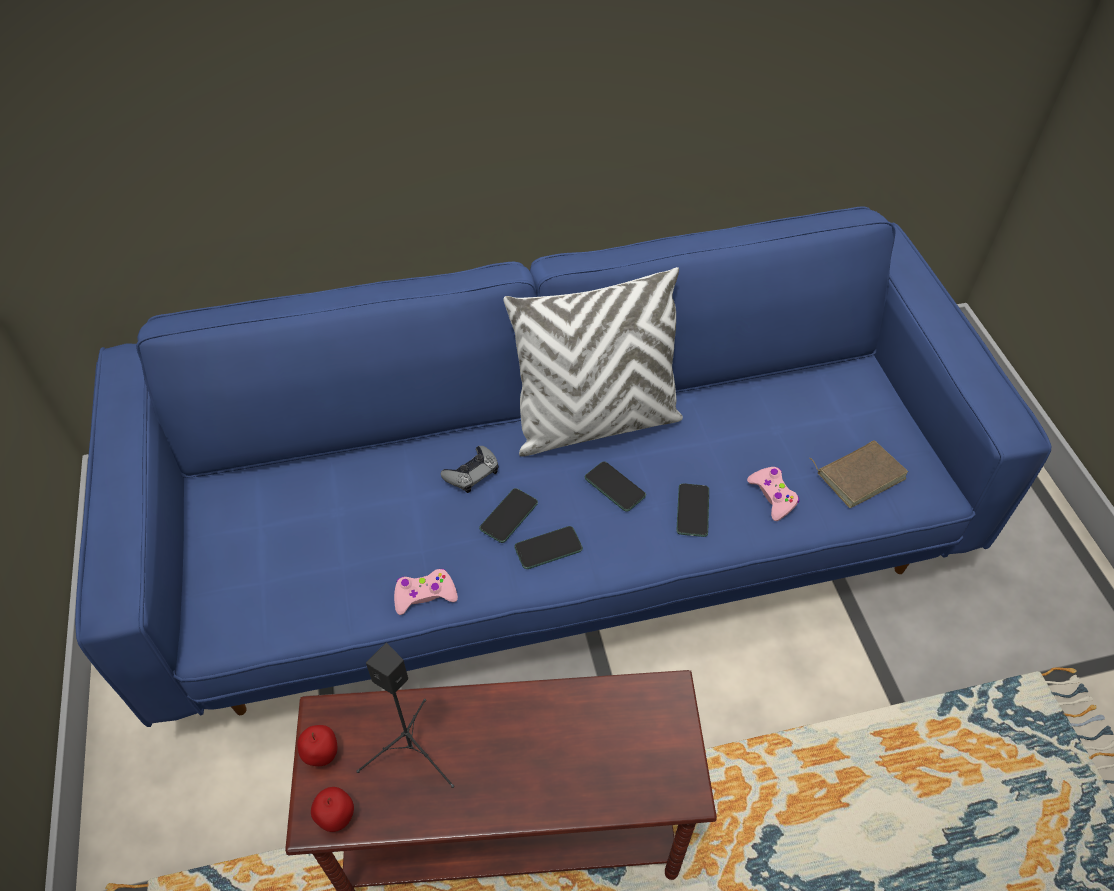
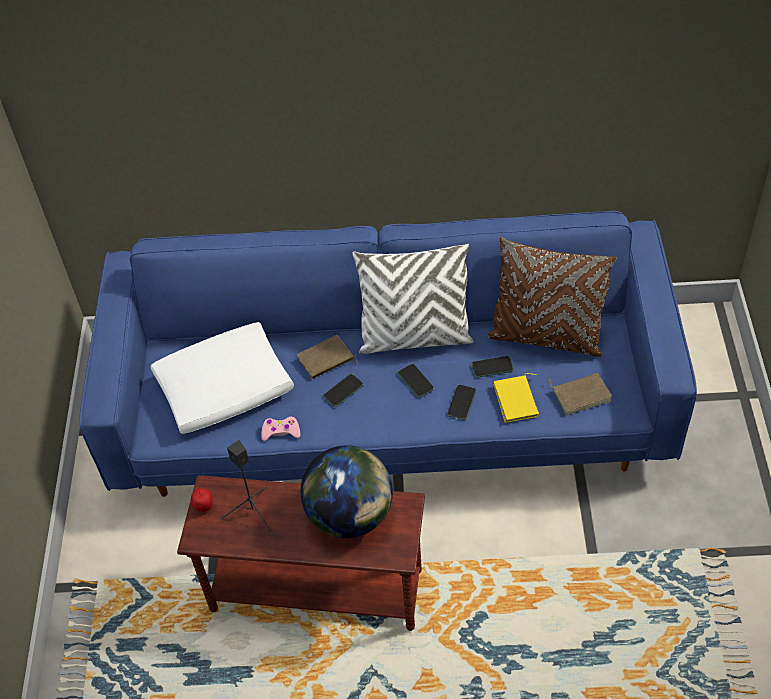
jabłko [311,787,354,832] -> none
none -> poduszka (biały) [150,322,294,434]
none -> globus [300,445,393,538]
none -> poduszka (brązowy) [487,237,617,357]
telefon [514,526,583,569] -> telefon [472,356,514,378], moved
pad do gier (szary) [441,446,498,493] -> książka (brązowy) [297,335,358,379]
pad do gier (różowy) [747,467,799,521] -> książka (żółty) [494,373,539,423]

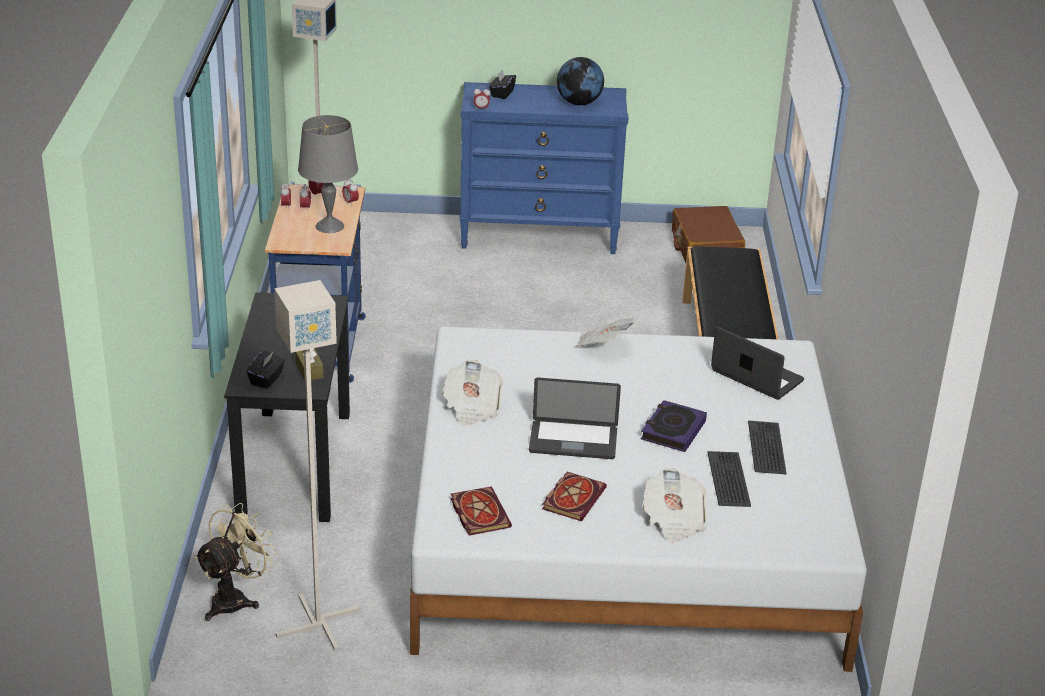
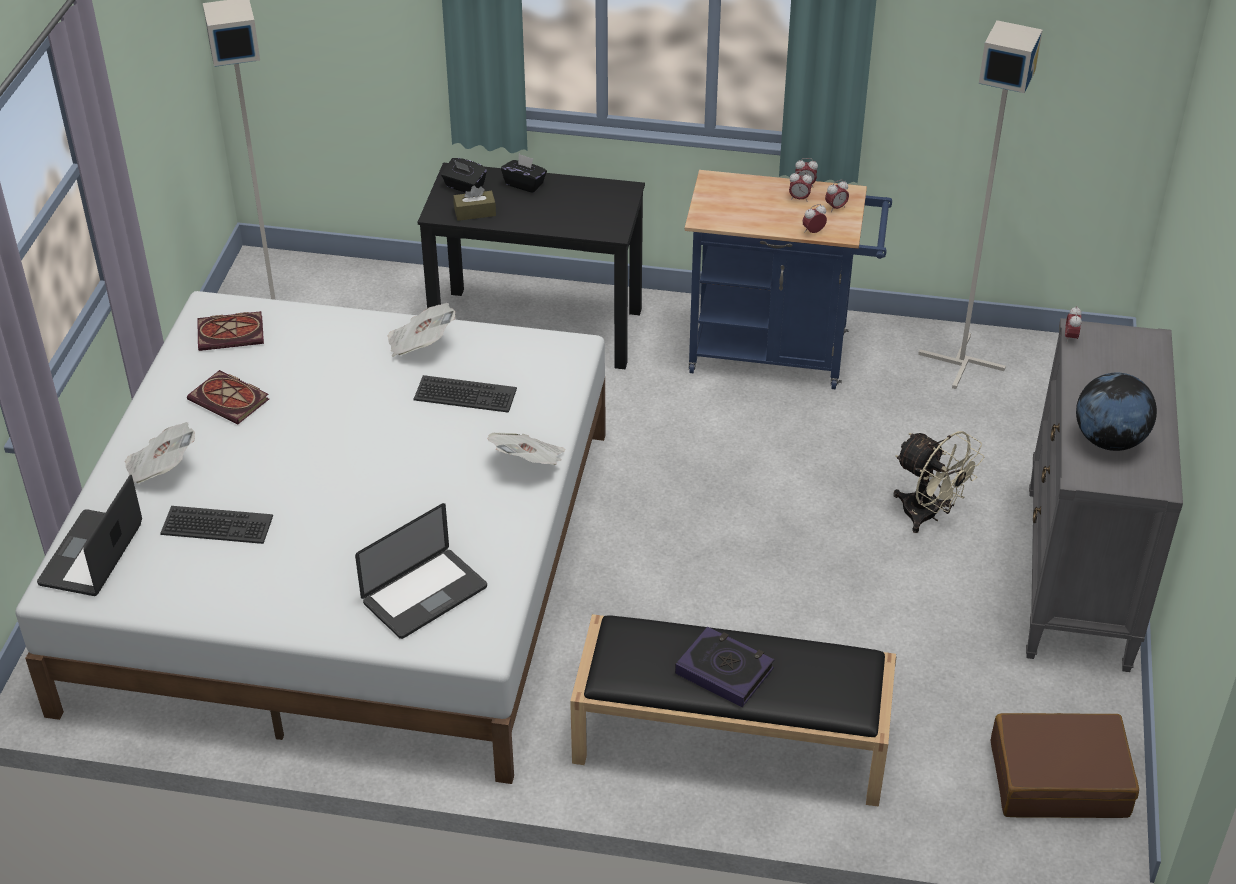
lampa stołowa (szary) [298,115,358,233] -> none
wentylator (beżowy) [194,503,278,621] -> wentylator (beżowy) [893,431,984,533], moved
pudełko chusteczek (czarny) [489,69,516,99] -> pudełko chusteczek (czarny) [501,154,547,193], moved
laptop [529,378,621,459] -> laptop [37,474,142,596], moved
książka [641,400,707,452] -> książka [675,626,775,707], moved
klawiatura [748,421,786,474] -> klawiatura [413,375,517,413], moved
komoda (niebieski) [459,82,628,254] -> komoda (szary) [1026,318,1183,672]

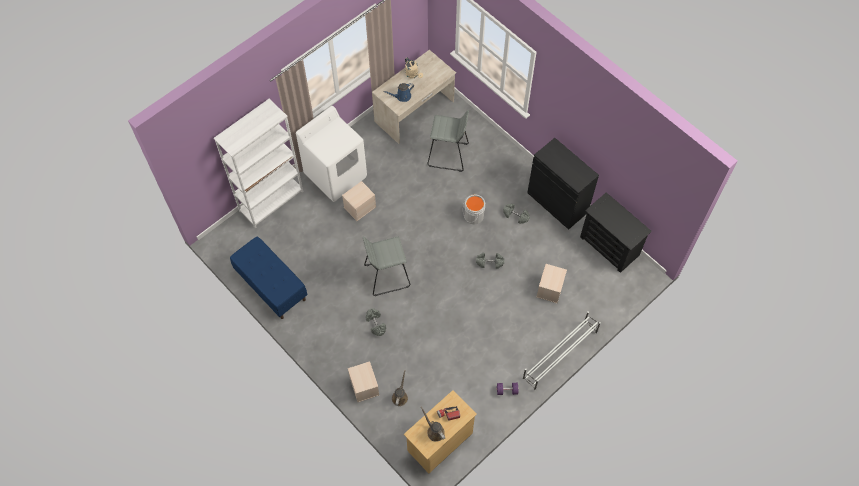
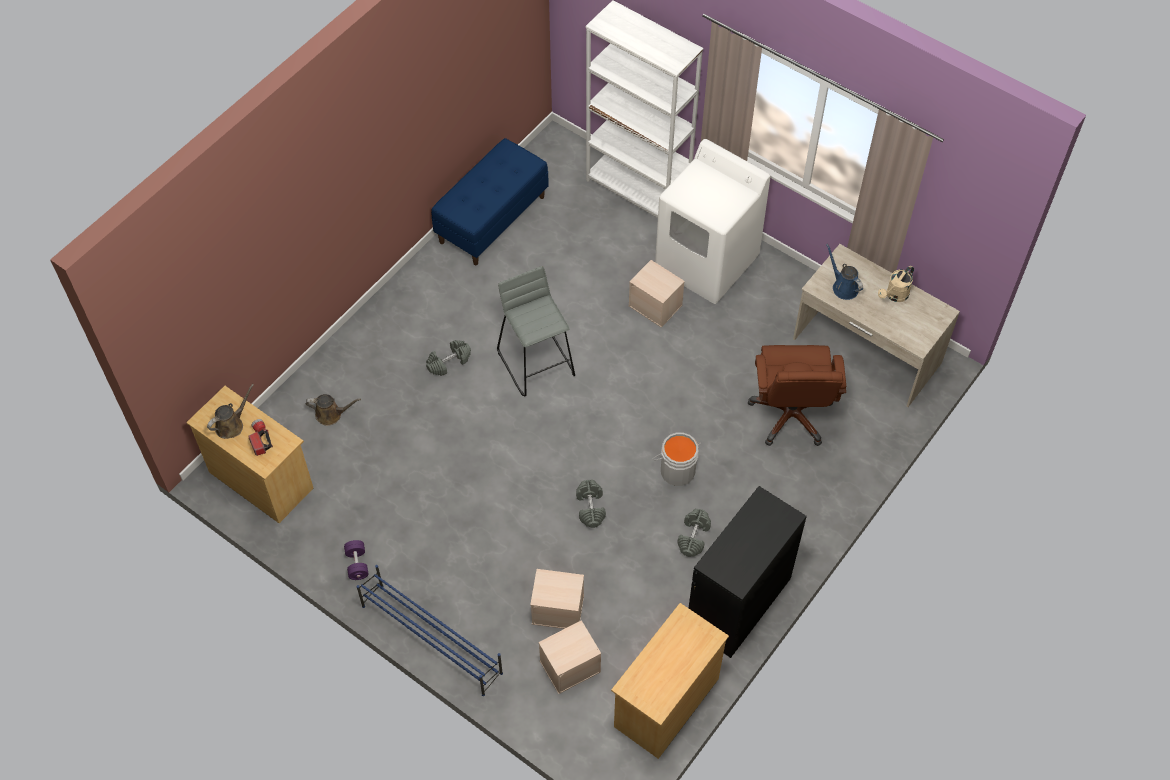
pojemnik do przechowywania (beżowy) [348,361,379,402] -> pojemnik do przechowywania (beżowy) [538,620,601,694], moved
stołek (szary) [427,110,469,172] -> krzesło biurowe (brązowy) [748,345,846,446]
regał na buty (biały) [523,311,601,391] -> regał na buty (niebieski) [357,565,503,696]
komoda (czarny) [580,192,652,273] -> komoda (beżowy) [611,603,729,759]

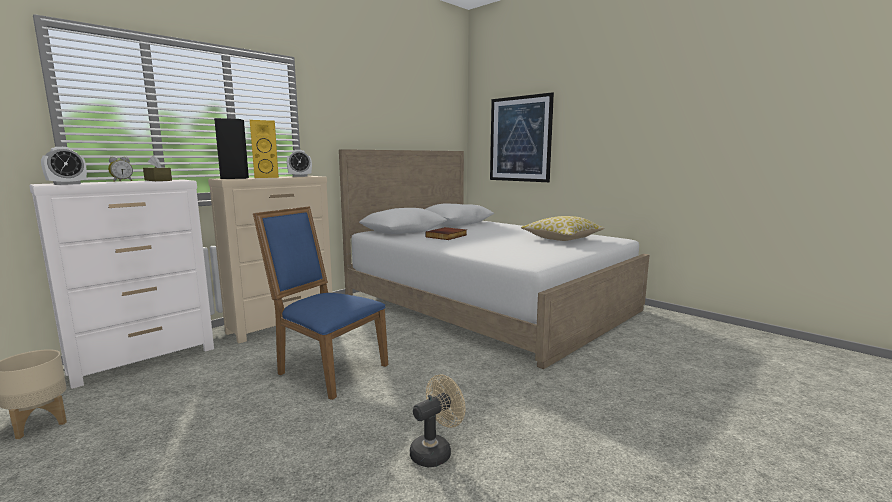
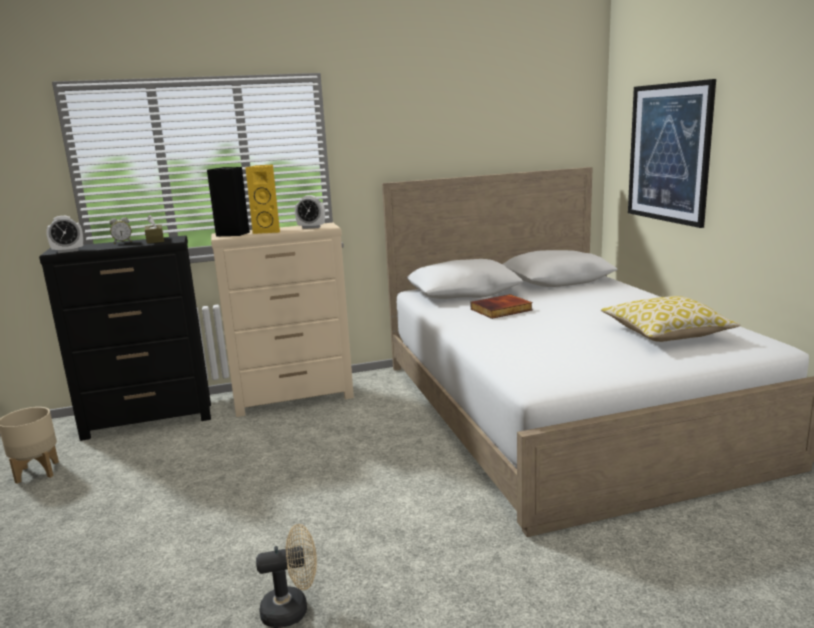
krzesło (niebieski) [253,206,388,400] -> none
komoda (biały) [29,180,214,389] -> komoda (czarny) [39,235,211,441]

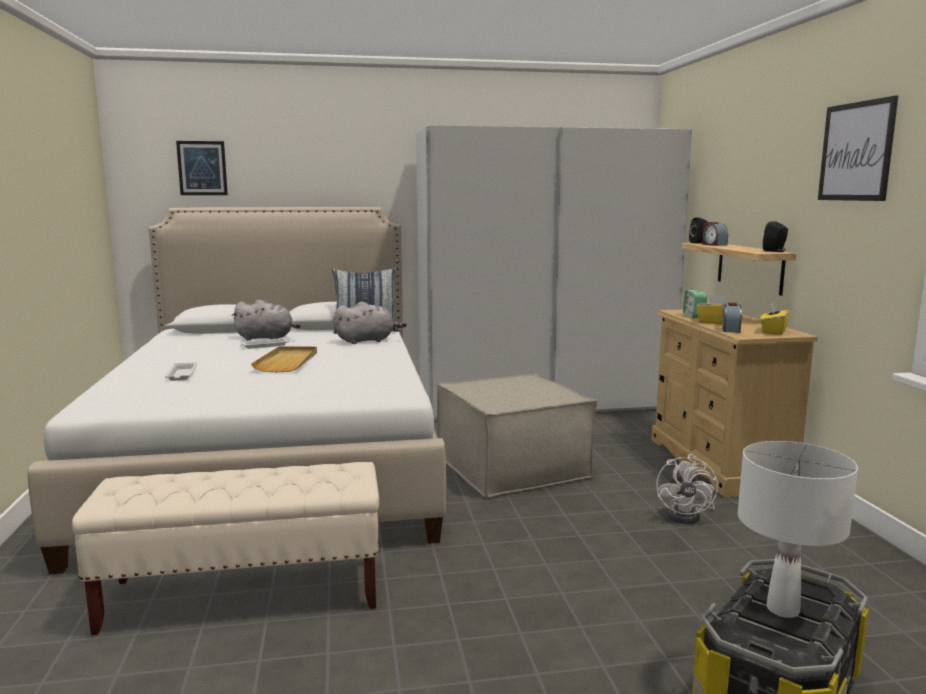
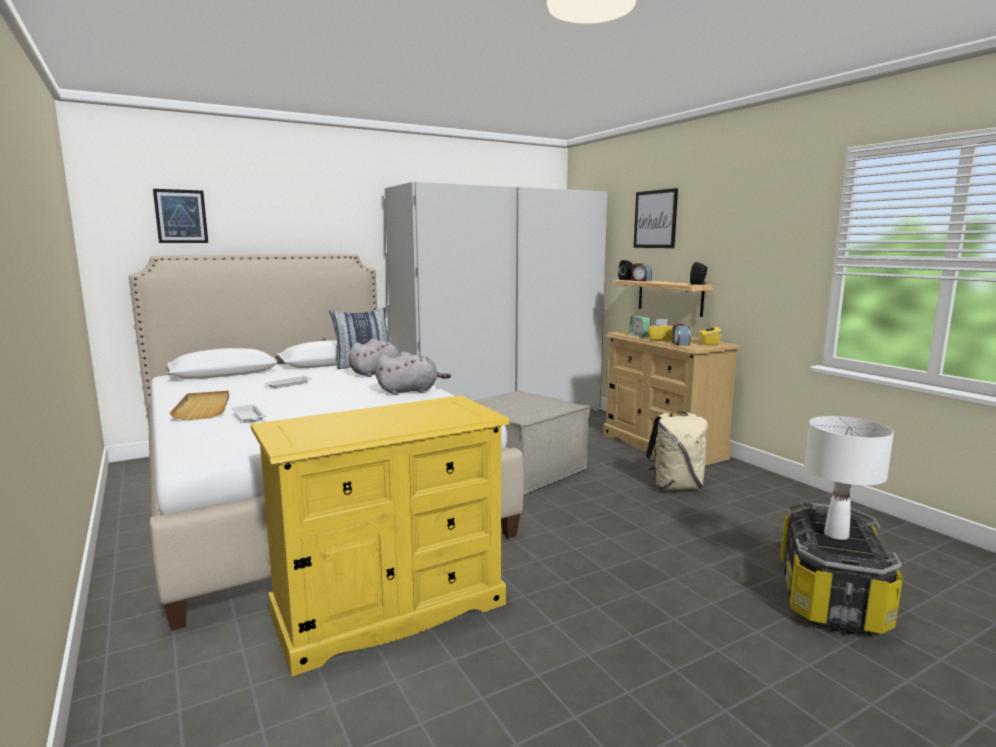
pluszak (szary) [231,300,301,340] -> pluszak (szary) [375,352,451,395], moved
taca (beżowy) [251,347,317,372] -> taca (beżowy) [170,391,229,420], moved
obraz [818,96,898,201] -> obraz [634,188,678,248], moved
ławka (beżowy) [72,462,379,635] -> komoda (żółty) [251,395,510,677]
wentylator (biały) [656,454,718,524] -> plecak (beżowy) [645,411,708,490]

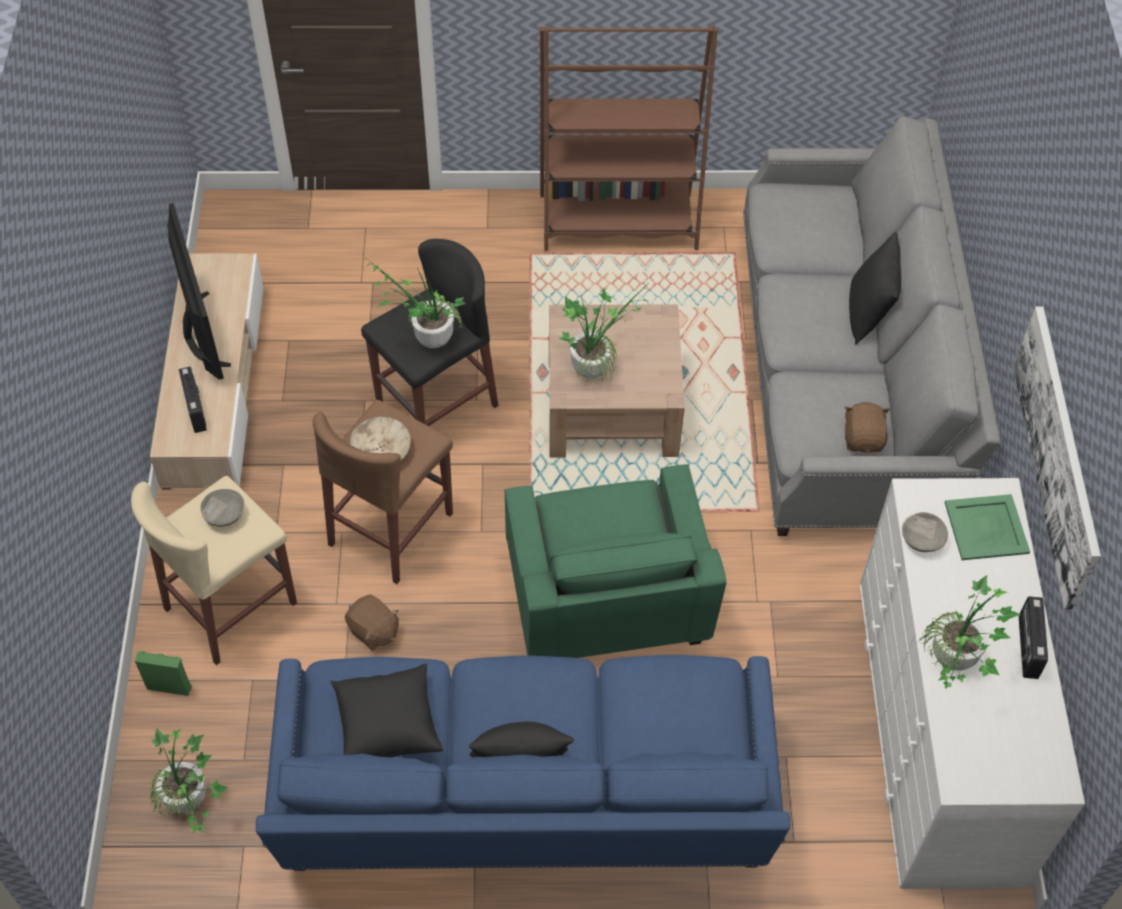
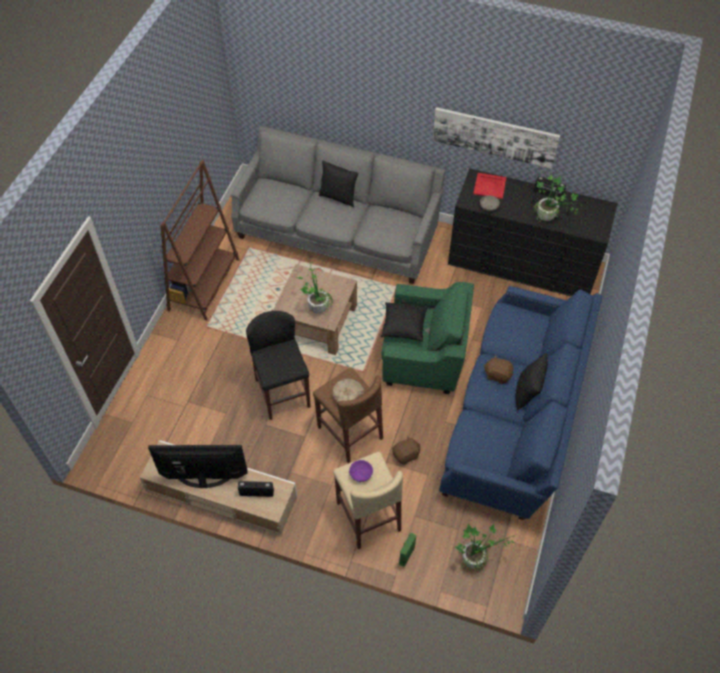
roślina doniczkowa [363,256,466,348] -> none
poduszka (czarny) [330,664,443,757] -> poduszka (czarny) [380,302,428,342], moved
pluszak (brązowy) [844,402,890,453] -> pluszak (brązowy) [483,355,514,384], moved
miska (szary) [200,489,244,527] -> miska (fioletowy) [349,460,373,482]
komoda (biały) [860,478,1085,889] -> komoda (czarny) [448,169,618,296]
taca (zielony) [945,494,1030,560] -> taca (czerwony) [473,173,507,199]

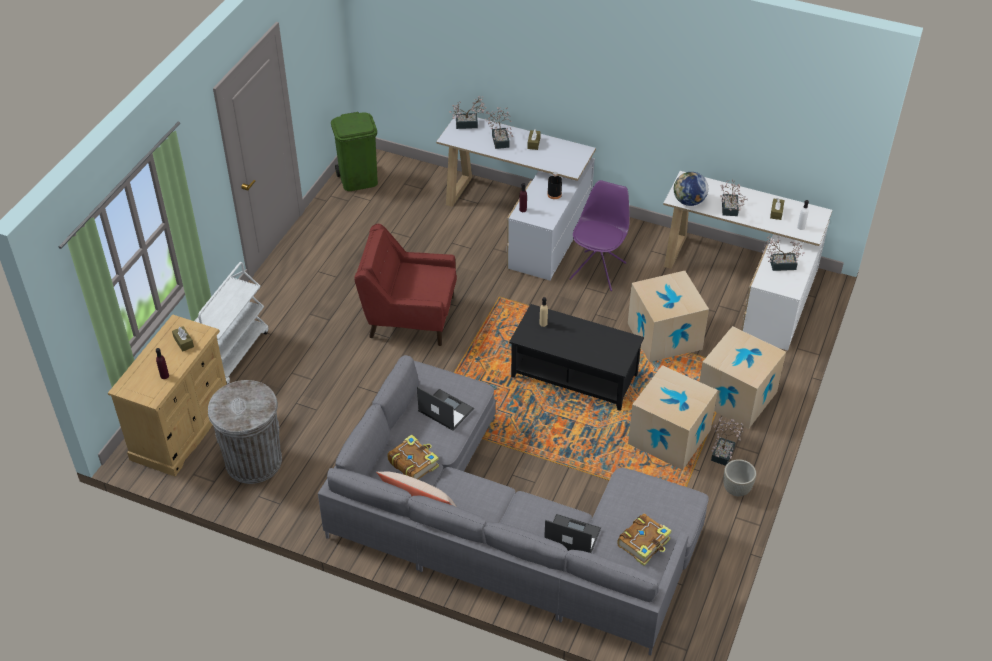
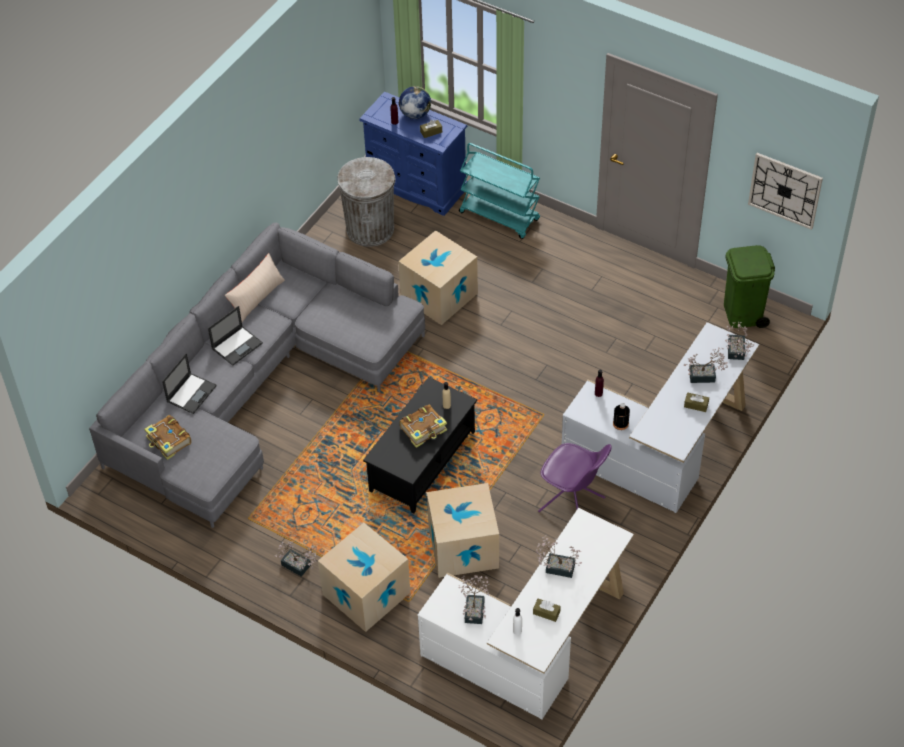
fotel (czerwony) [354,224,457,346] -> none
donica (szary) [724,459,756,496] -> none
none -> zegar ścienny [748,153,823,230]
książka [387,435,439,479] -> książka [400,404,447,448], moved
laptop [417,387,474,431] -> laptop [208,306,263,366], moved
karton [628,365,718,470] -> karton [398,230,478,325], moved
globus [674,172,708,206] -> globus [399,86,431,119], moved
komoda (beżowy) [108,314,227,476] -> komoda (niebieski) [359,92,468,216]
wózek (biały) [195,262,268,384] -> wózek (turkusowy) [459,143,540,239]

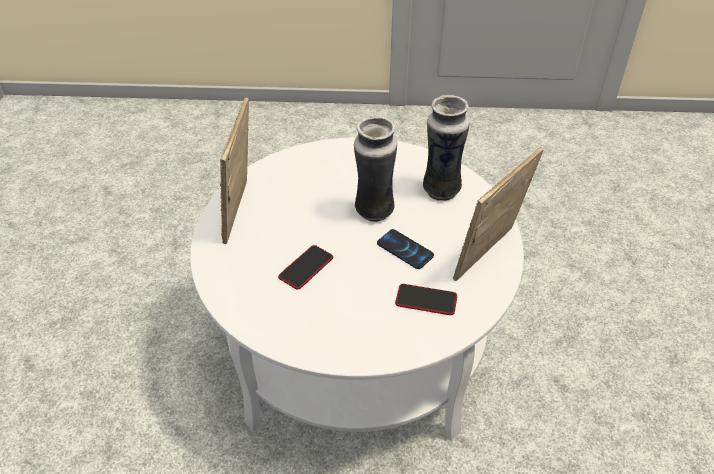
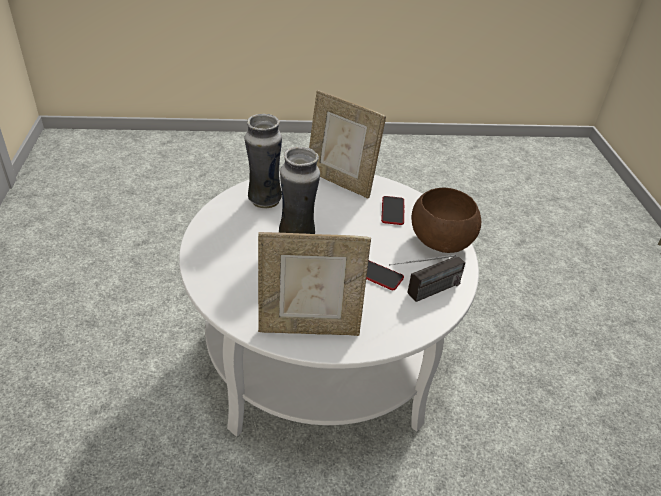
telefon [377,229,434,269] -> none
none -> radio [389,254,465,302]
none -> miska (brązowy) [411,188,481,253]

